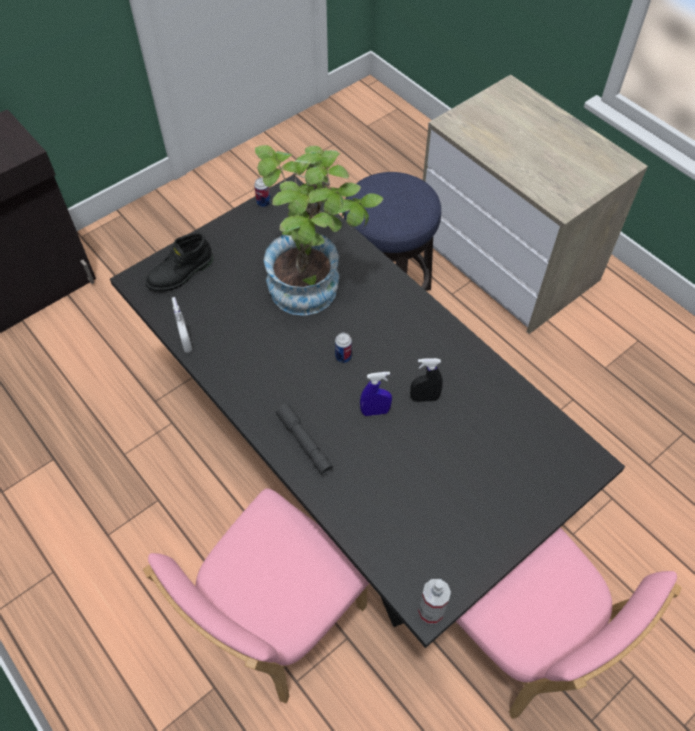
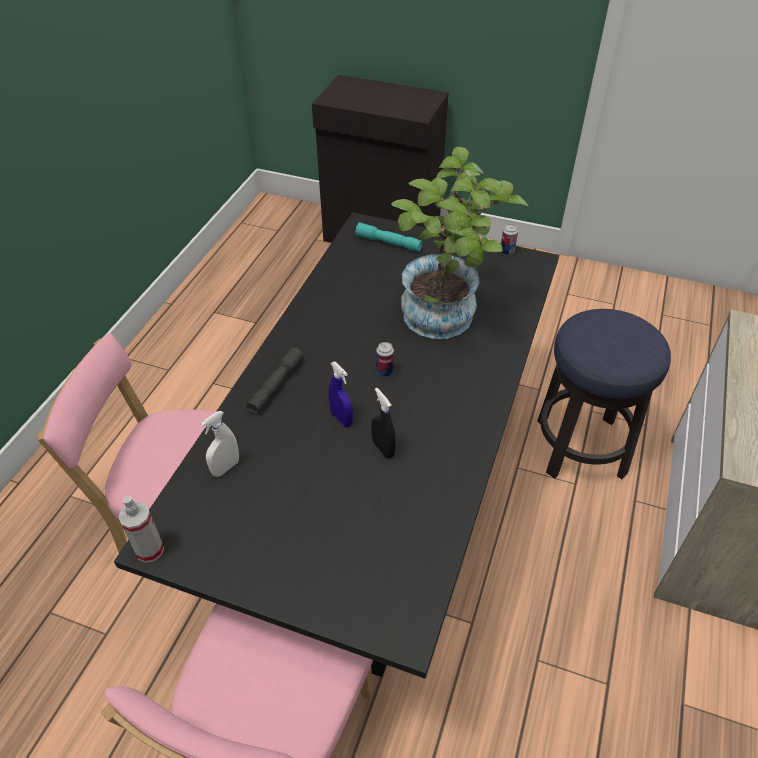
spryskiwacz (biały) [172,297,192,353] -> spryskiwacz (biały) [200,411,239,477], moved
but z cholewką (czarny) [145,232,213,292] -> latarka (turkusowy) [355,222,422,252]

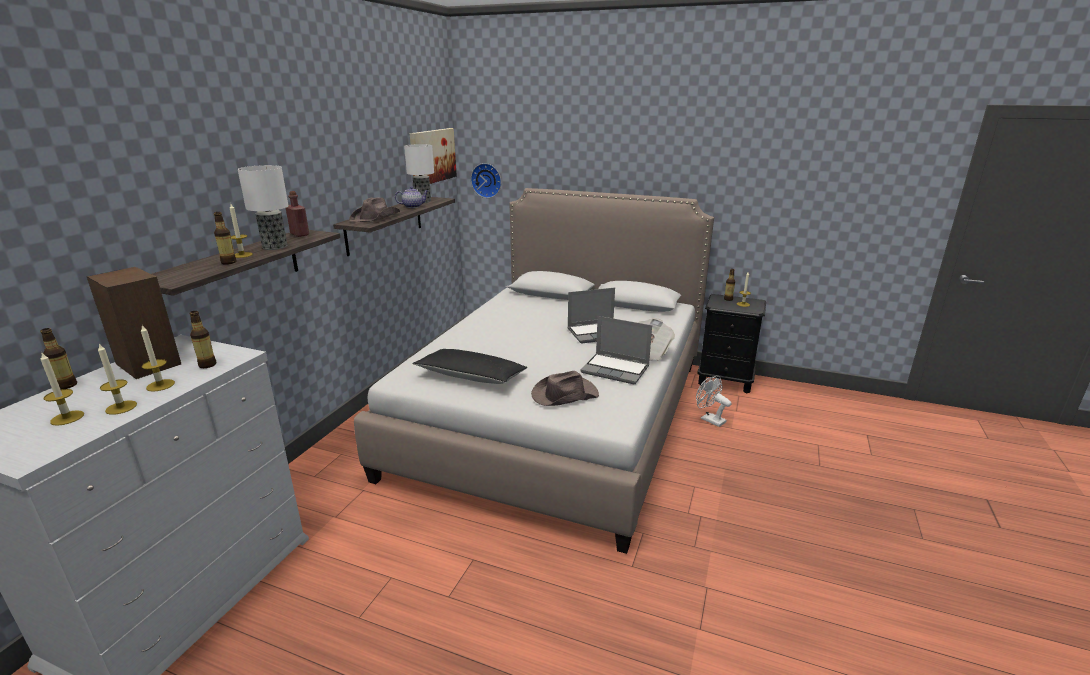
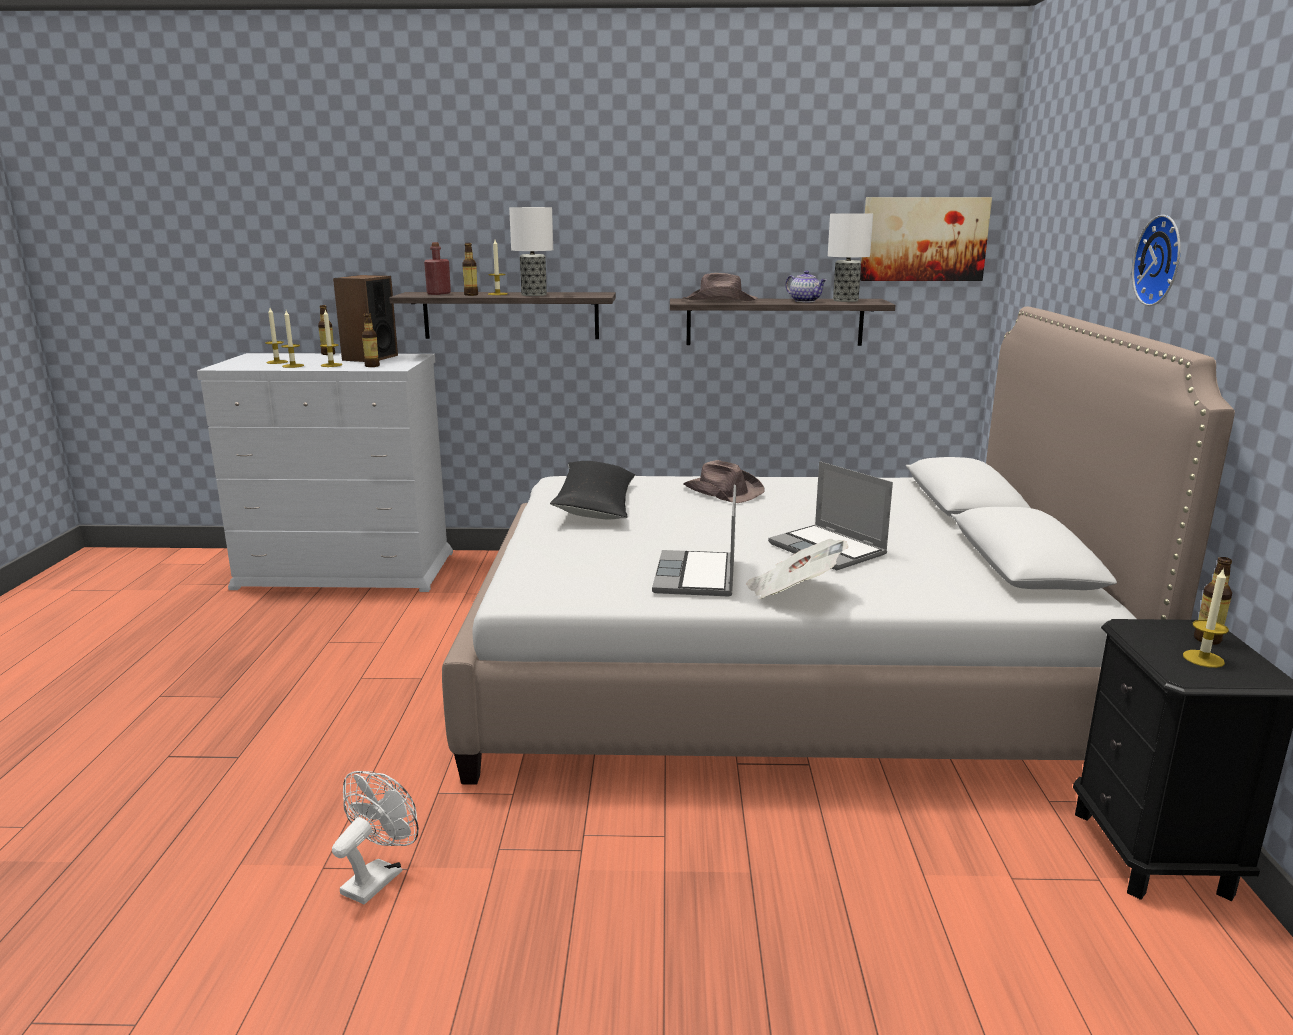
butelka (czerwony) [286,191,309,237] -> butelka (czerwony) [424,242,451,295], moved
zegar ścienny [471,163,501,198] -> zegar ścienny [1132,215,1181,306], moved
kapelusz (brązowy) [531,371,599,406] -> kapelusz (brązowy) [683,460,765,503], moved
wentylator (biały) [696,375,732,427] -> wentylator (biały) [332,771,419,904], moved

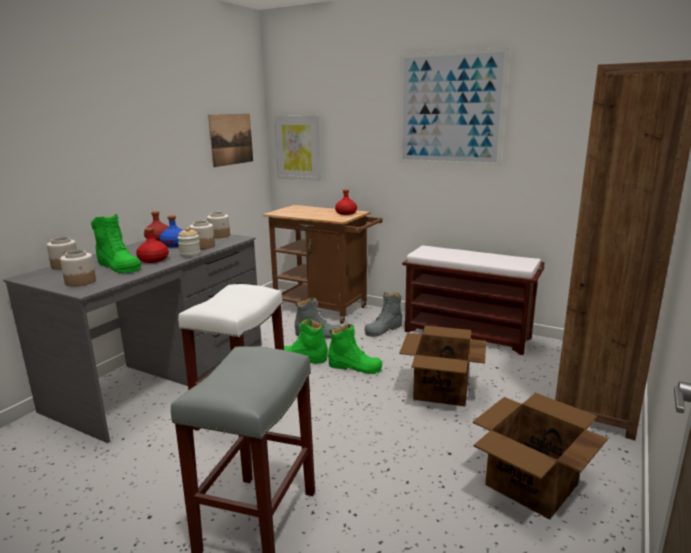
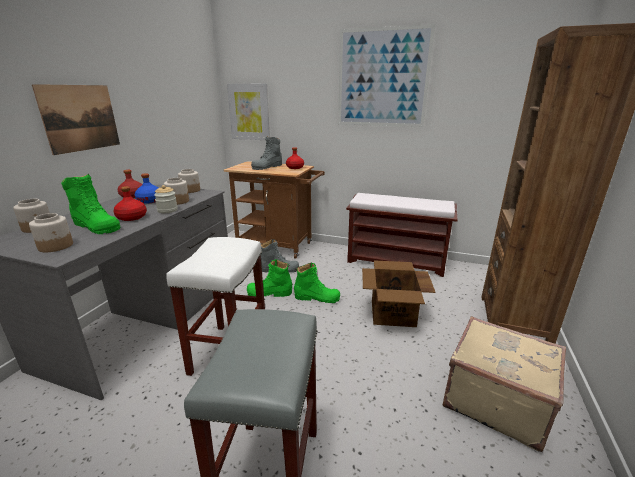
obraz [208,114,253,167] -> obraz [32,84,120,155], moved
but z cholewką (szary) [365,292,402,337] -> but z cholewką (szary) [251,136,282,170], moved
karton [473,393,608,520] -> walizka (beżowy) [443,316,566,452]

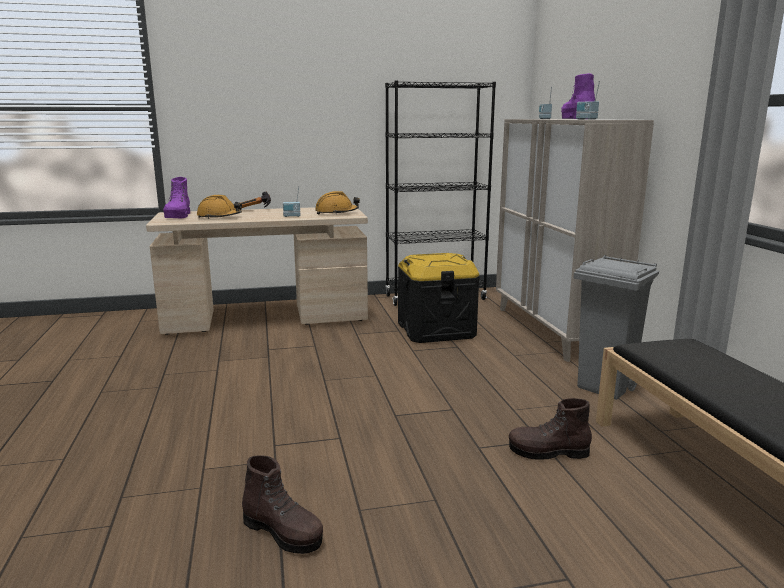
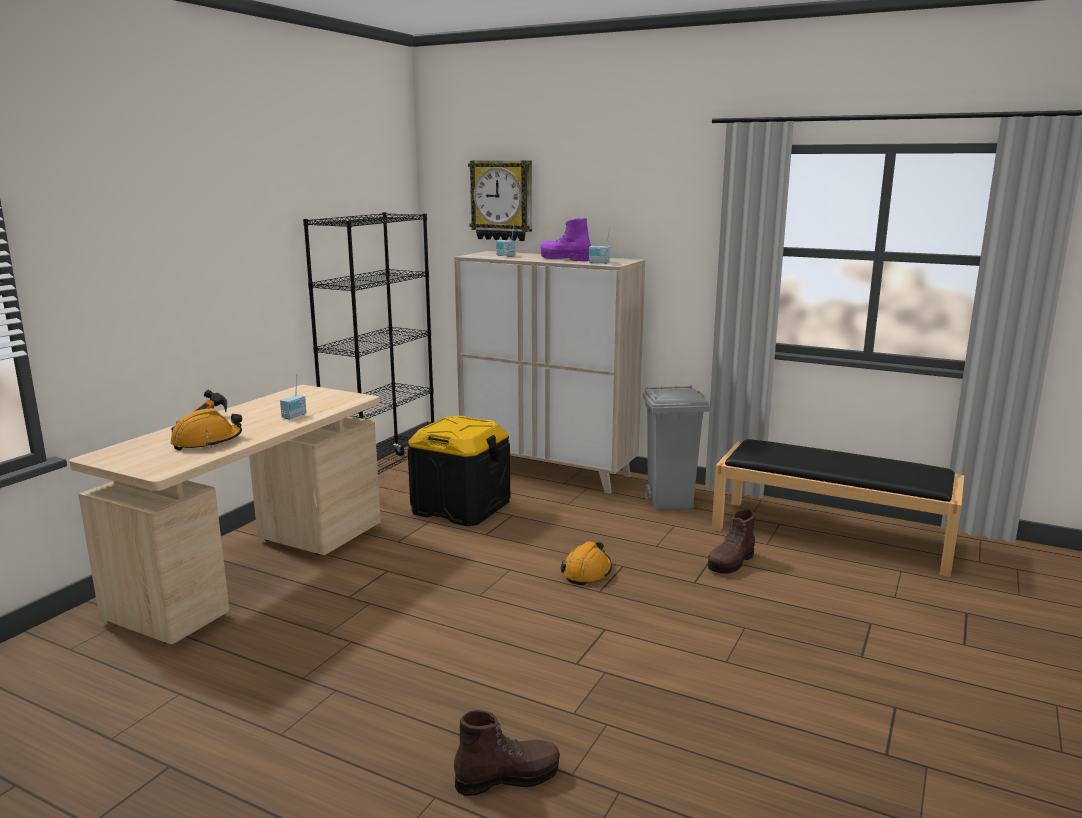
but z cholewką (fioletowy) [163,177,190,218] -> none
none -> zegar ścienny [468,160,532,241]
but z cholewką (brązowy) [242,455,323,554] -> but z cholewką (brązowy) [454,710,560,796], moved
kask (pomarańczowy) [315,191,360,214] -> kask (pomarańczowy) [561,542,612,585], moved

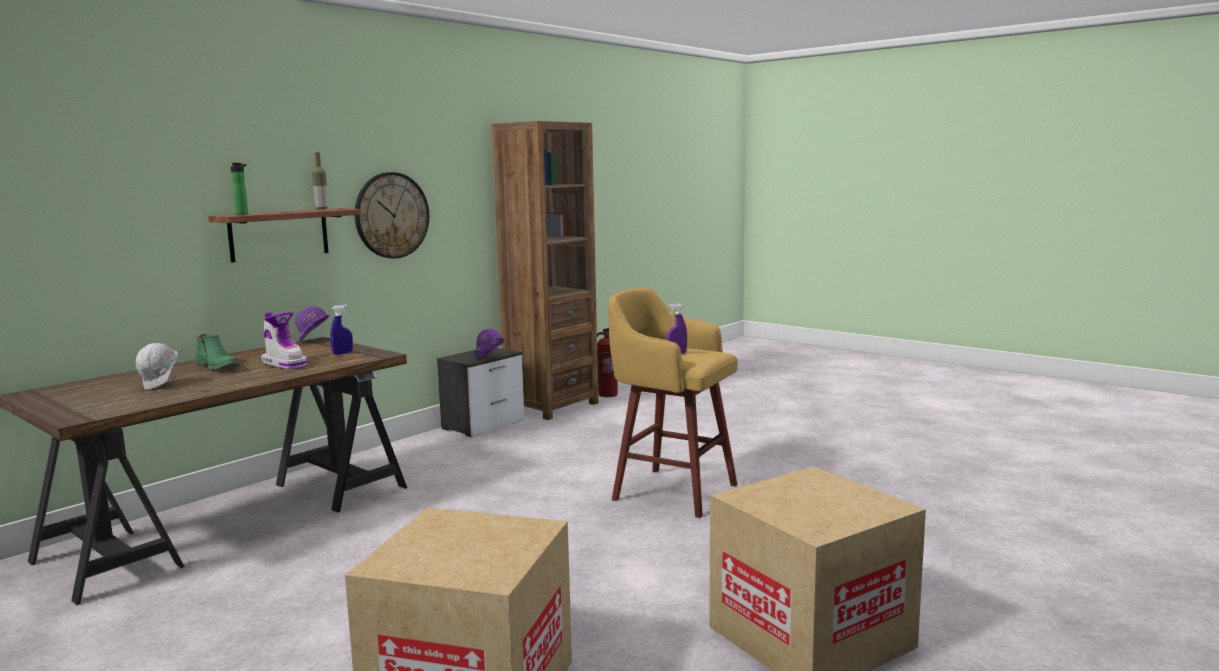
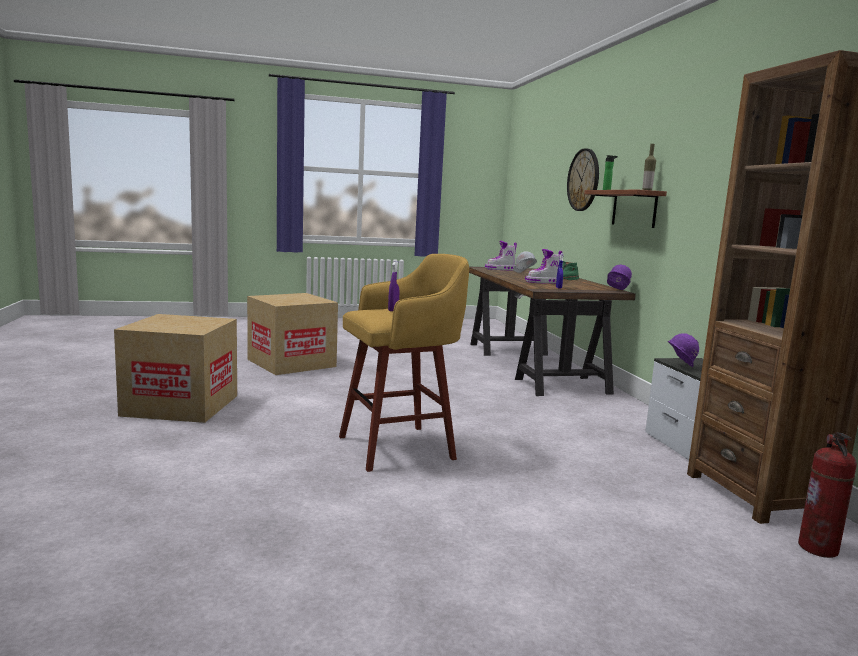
none -> but z cholewką [485,241,517,271]
zegar ścienny [355,172,429,259] -> zegar ścienny [567,148,599,211], moved

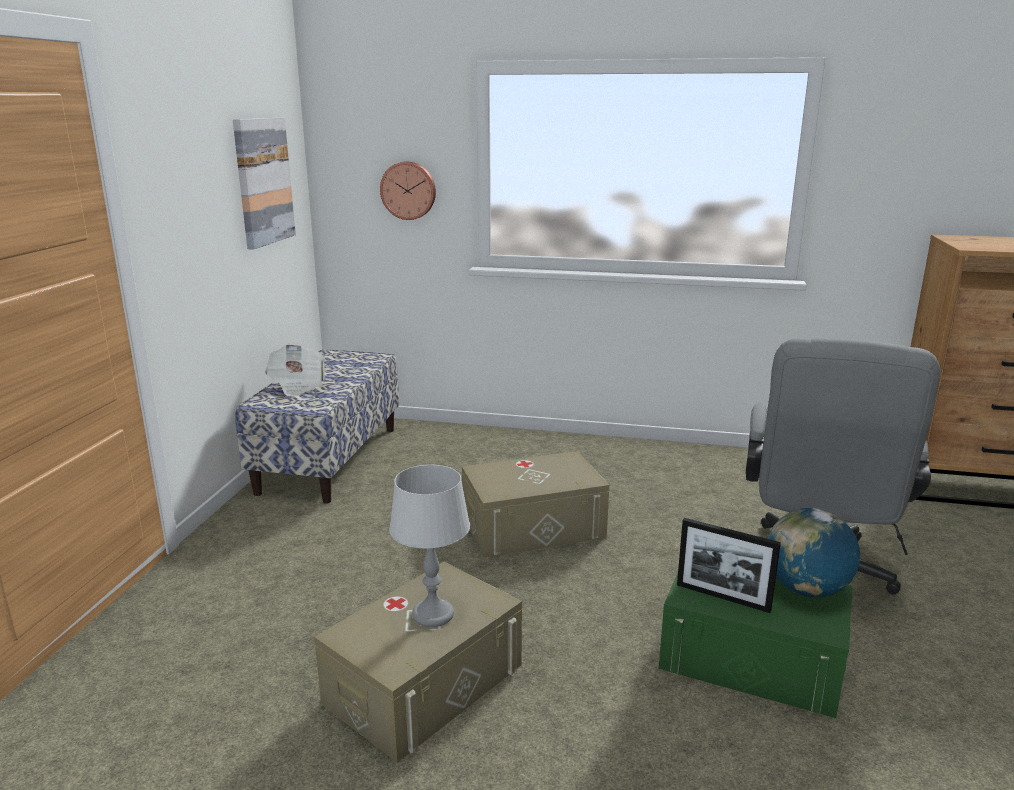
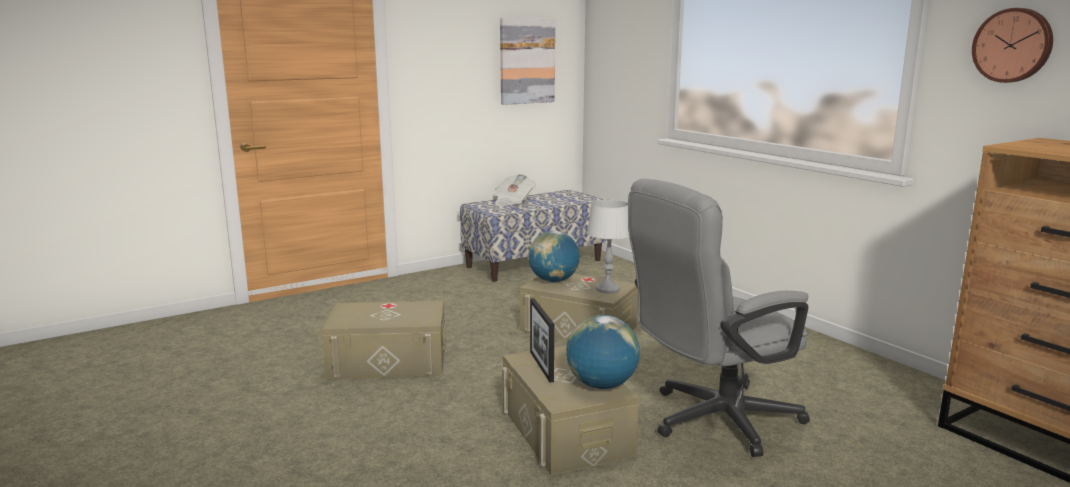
none -> globus [528,231,580,282]
zegar ścienny [380,162,436,220] -> zegar ścienny [972,8,1053,83], moved
lampa stołowa (szary) [389,465,470,627] -> lampa stołowa (szary) [587,200,629,293], moved
pojemnik do przechowywania (zielony) [659,573,853,718] -> pojemnik do przechowywania (beżowy) [502,346,638,475]

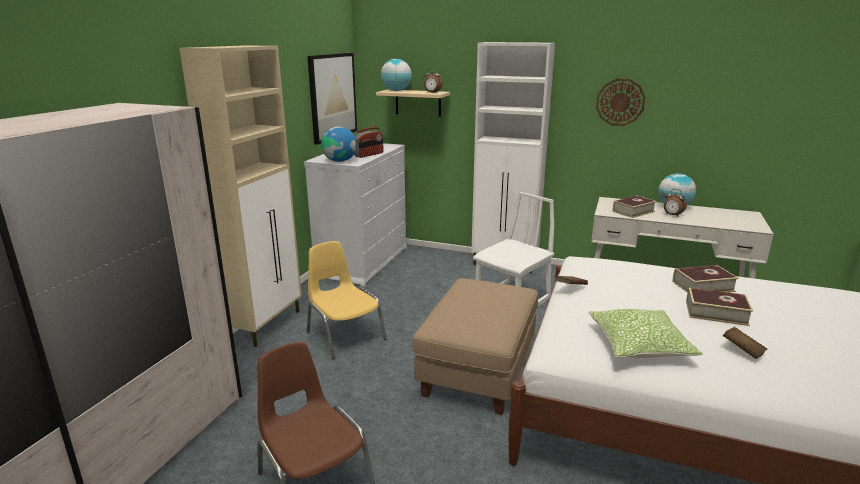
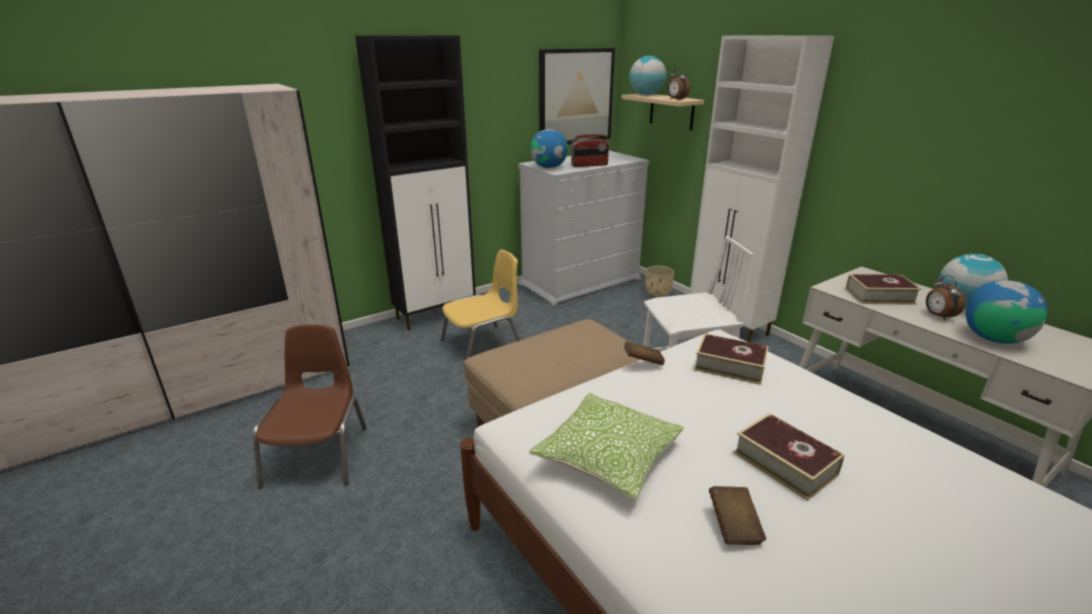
zegar ścienny [596,79,646,126] -> none
none -> donica (beżowy) [645,265,674,297]
none -> globus [966,280,1047,344]
książka [672,265,739,293] -> książka [694,334,769,385], moved
szafka (beżowy) [179,45,302,347] -> szafka (czarny) [355,35,476,330]
krzesło (żółty) [307,241,387,359] -> krzesło (żółty) [441,250,520,367], 60 degrees clockwise

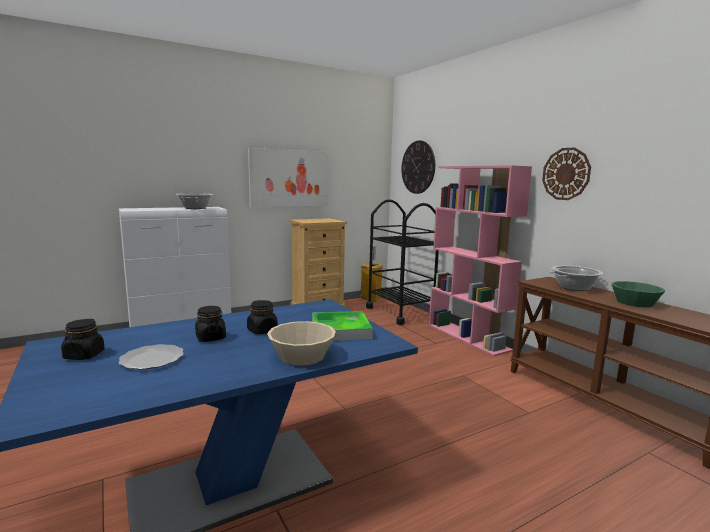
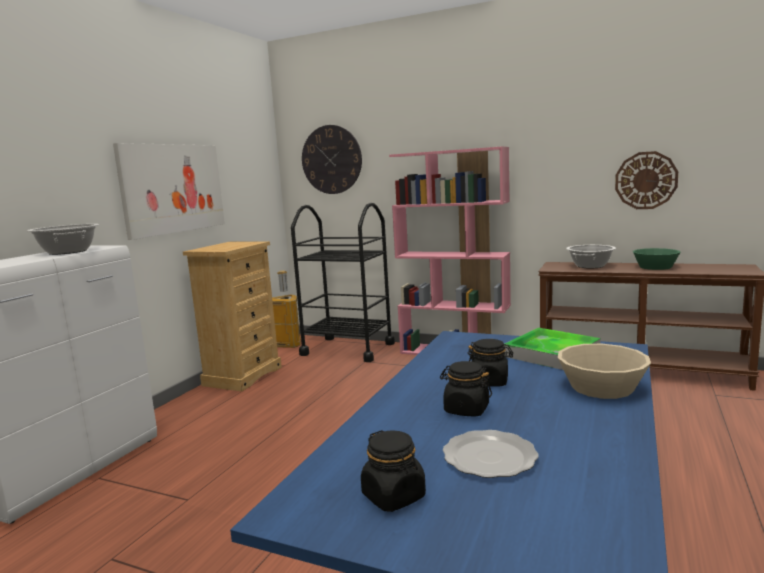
zegar ścienny [542,147,591,200] -> zegar ścienny [615,151,678,209], moved

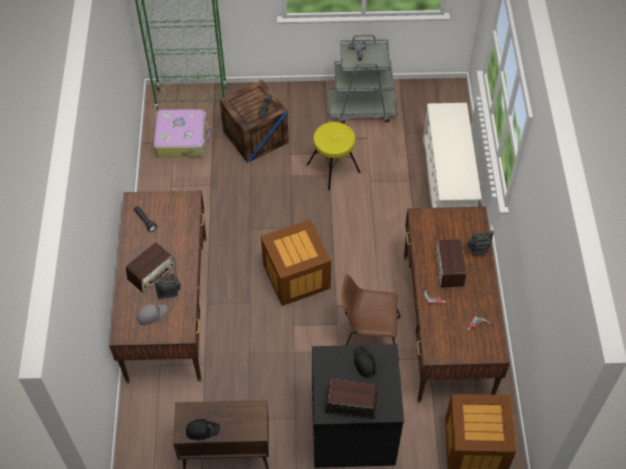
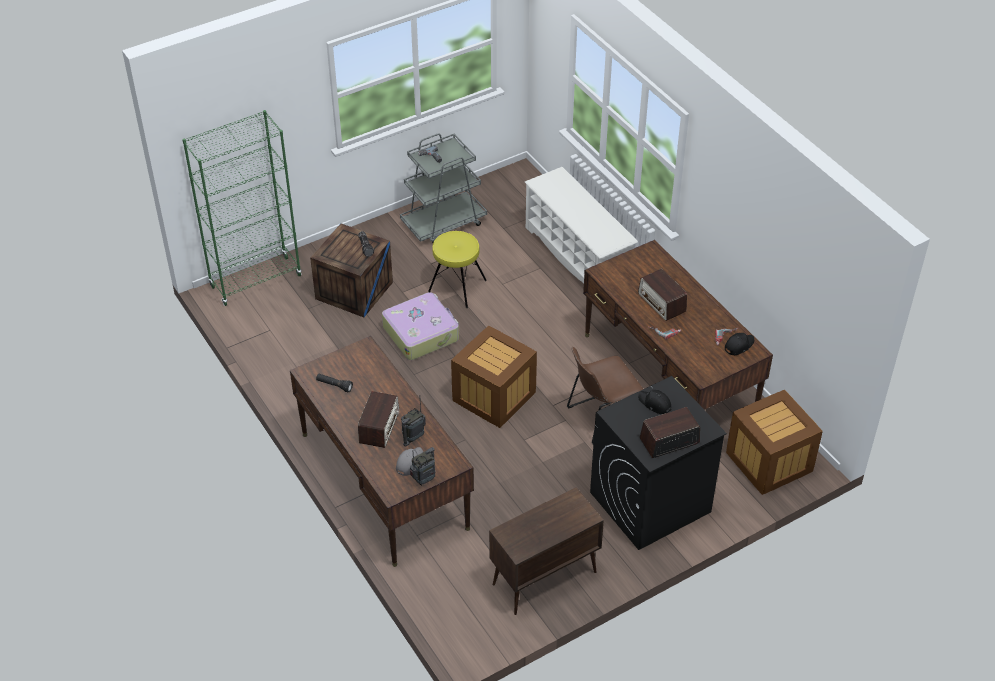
walizka [153,109,211,158] -> walizka [382,292,459,360], moved
czapka z daszkiem (czarny) [186,419,220,440] -> czapka z daszkiem (czarny) [725,333,754,355], moved
radio [468,228,494,256] -> radio [410,447,436,486], moved

